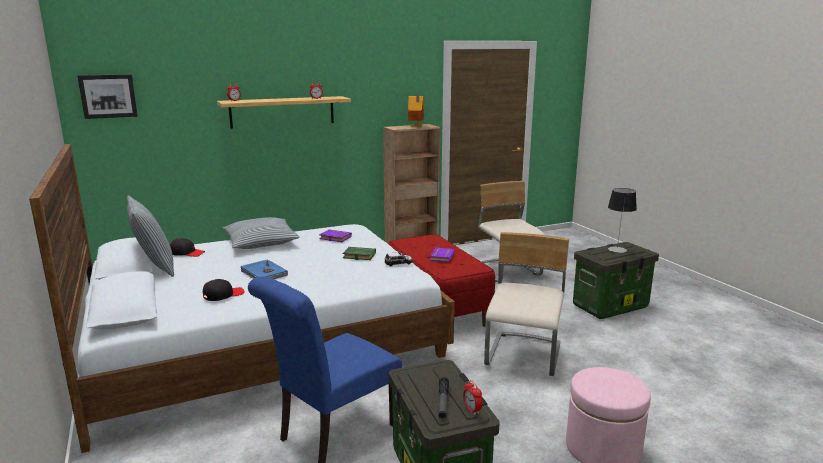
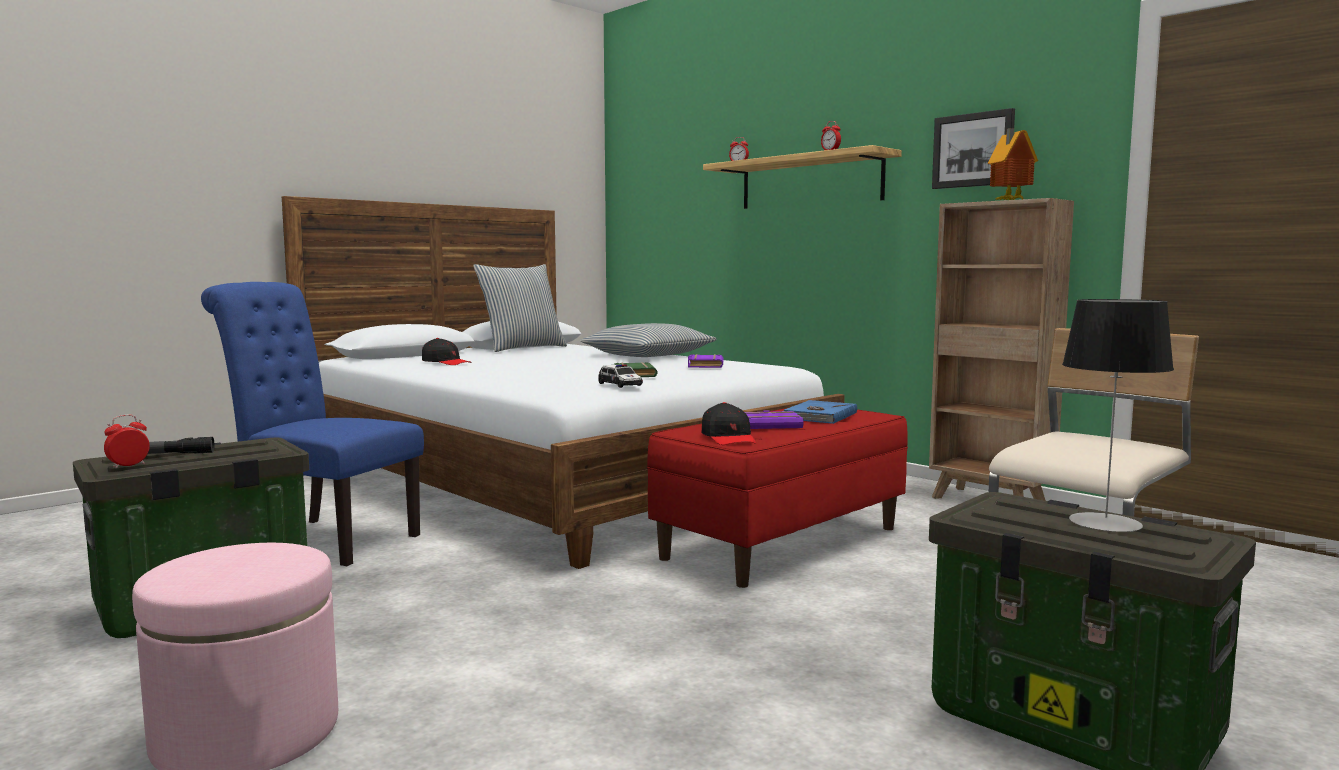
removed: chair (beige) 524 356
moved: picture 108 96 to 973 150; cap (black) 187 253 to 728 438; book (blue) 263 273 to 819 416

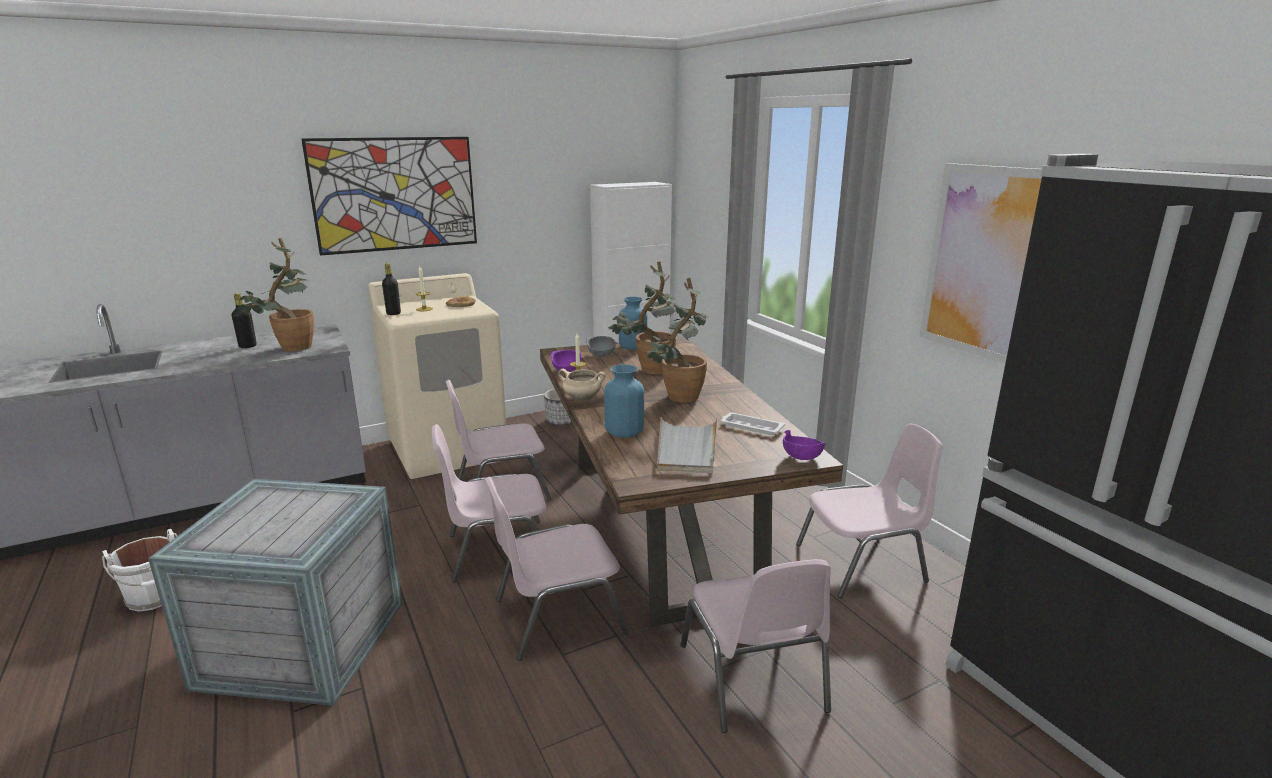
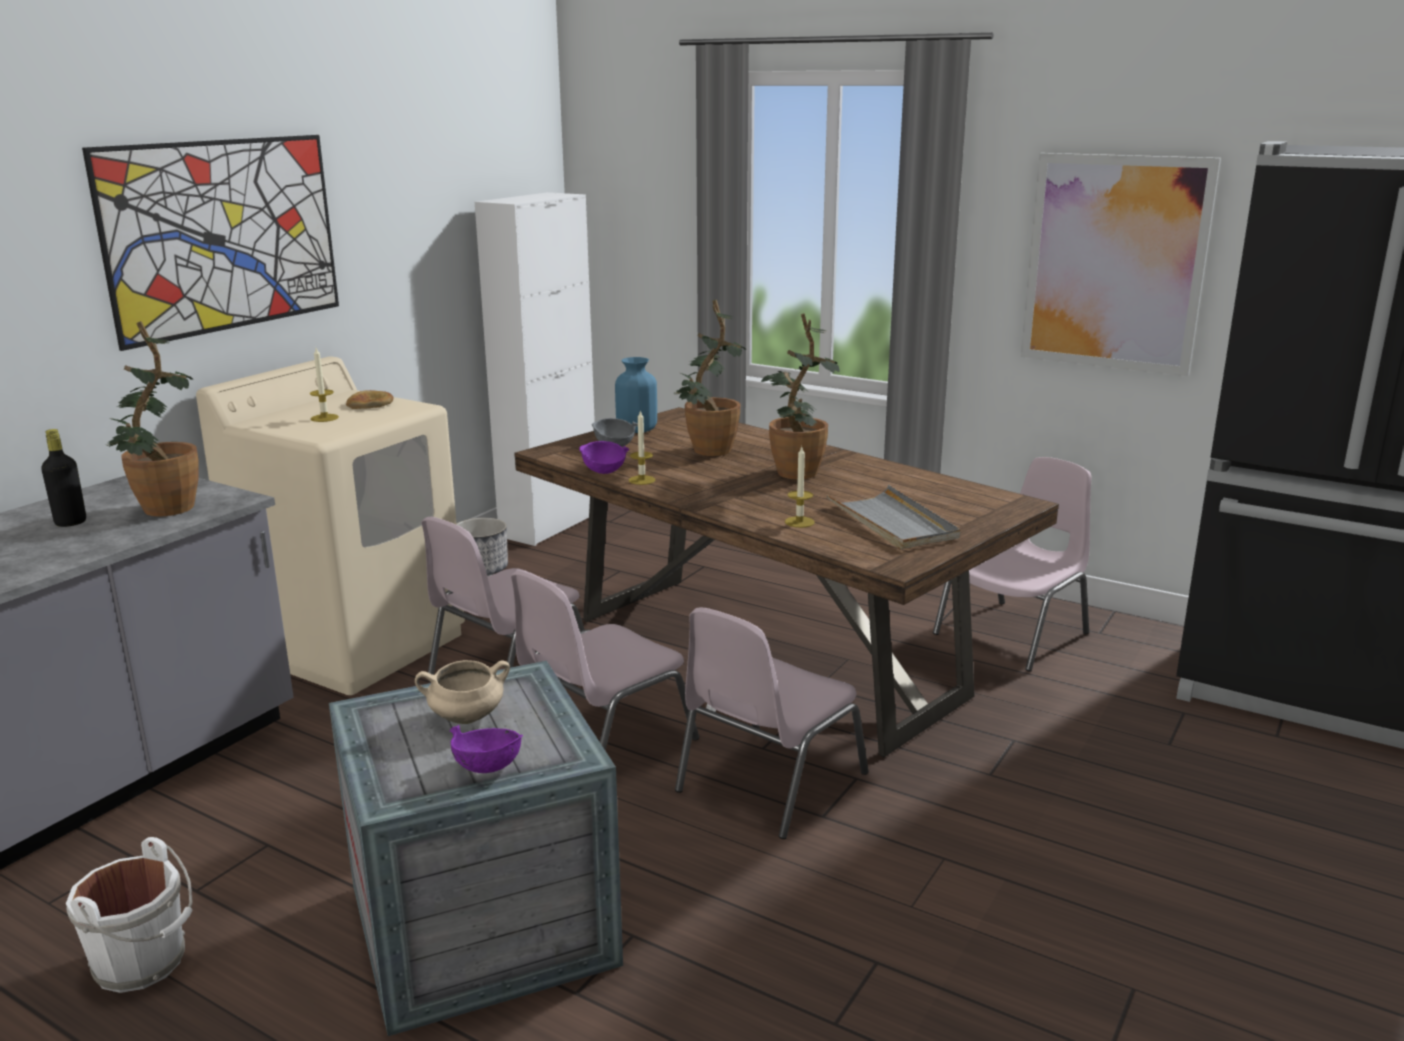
removed: bottle (black) 393 313; tray (white) 750 427; chair (pink) 753 679
moved: cooking pot (beige) 581 399 to 465 718; bowl (purple) 802 458 to 488 767
replaced: vase (blue) 624 432 to candle 799 522

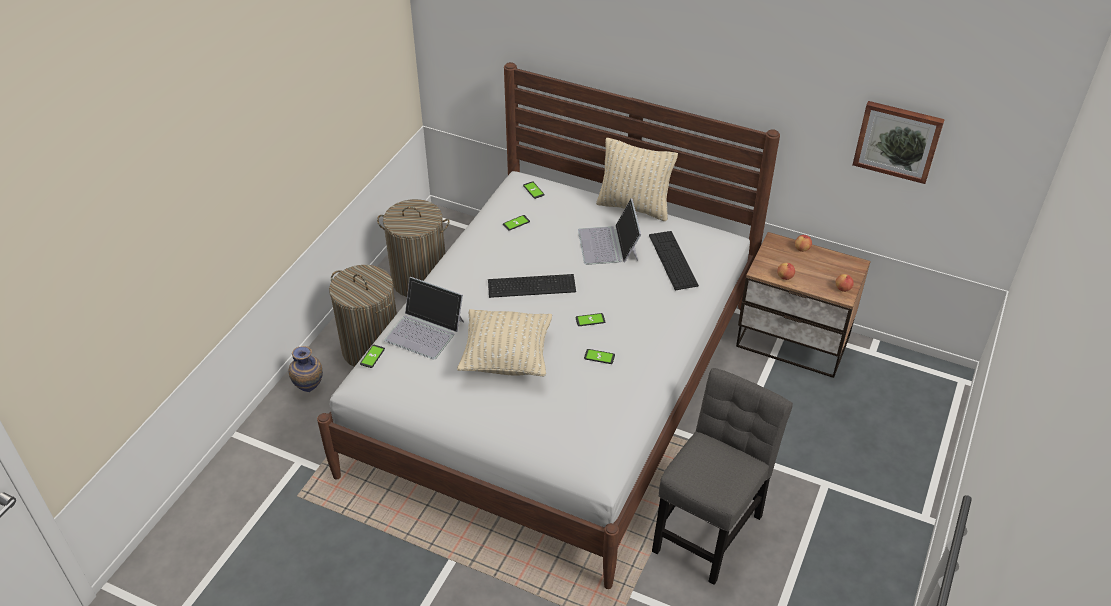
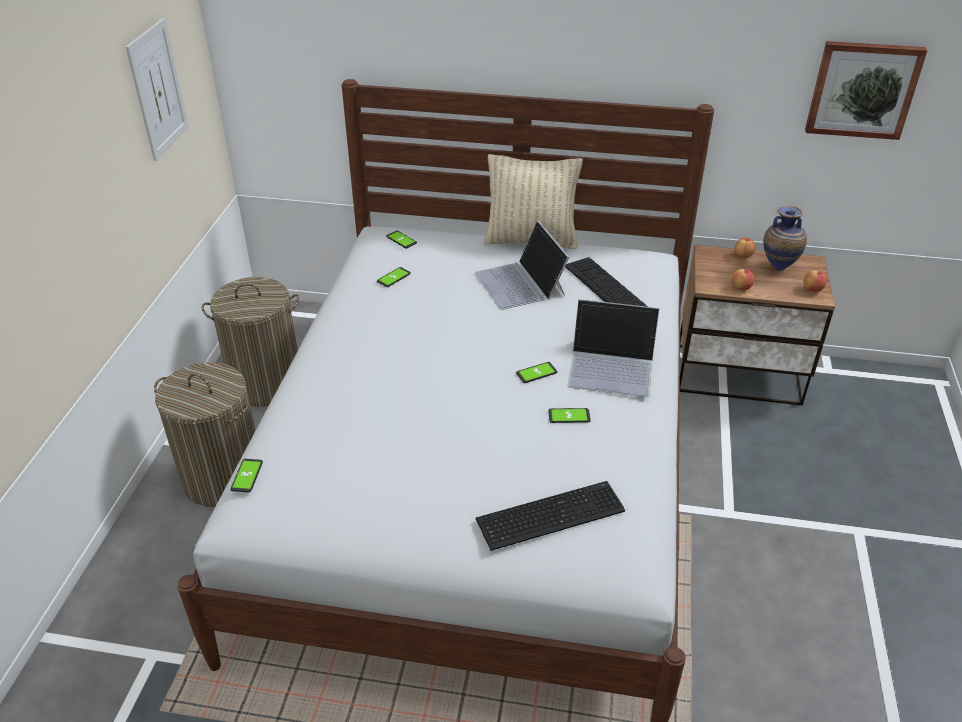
removed: pillow (beige) 506 358; chair (grey) 709 527
added: picture 158 89
moved: keyboard 530 285 to 547 513; laptop 425 330 to 611 366; vase 310 388 to 778 267

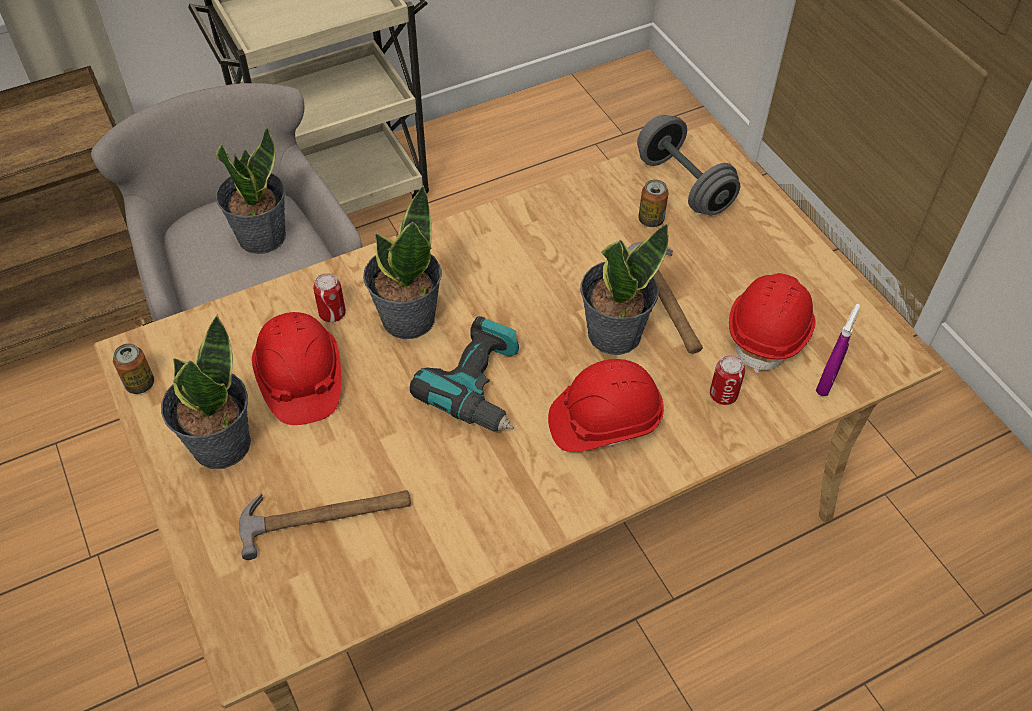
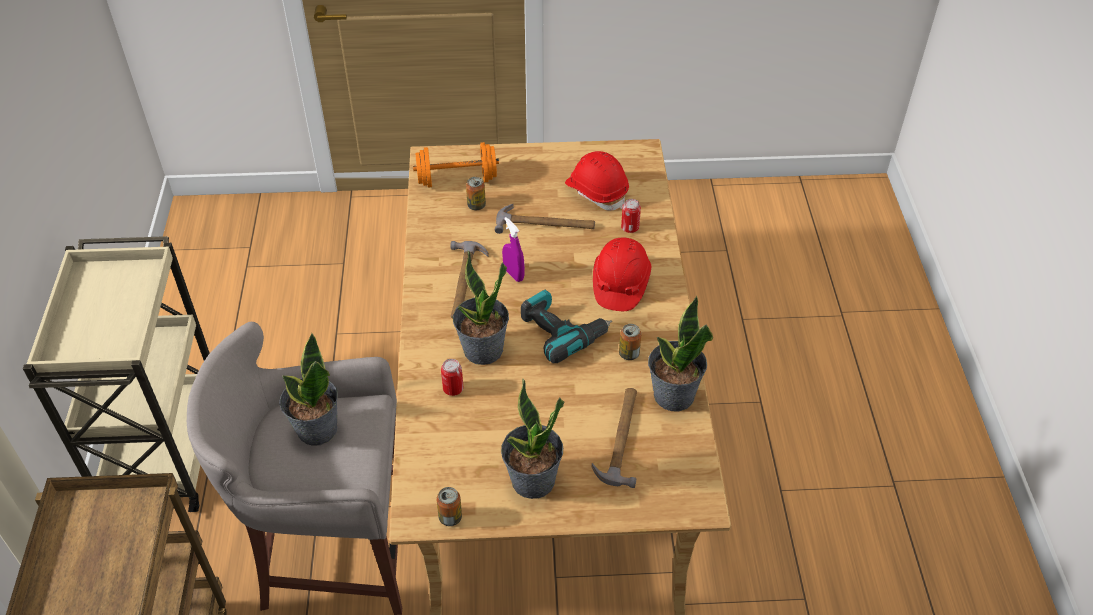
removed: hard hat (red) 300 380
added: hammer 464 282; can 629 354
moved: potted plant 613 333 to 673 395; spray bottle (purple) 826 382 to 513 274
recoloured: dumbbell (grey) 683 185 to dumbbell (orange) 457 180

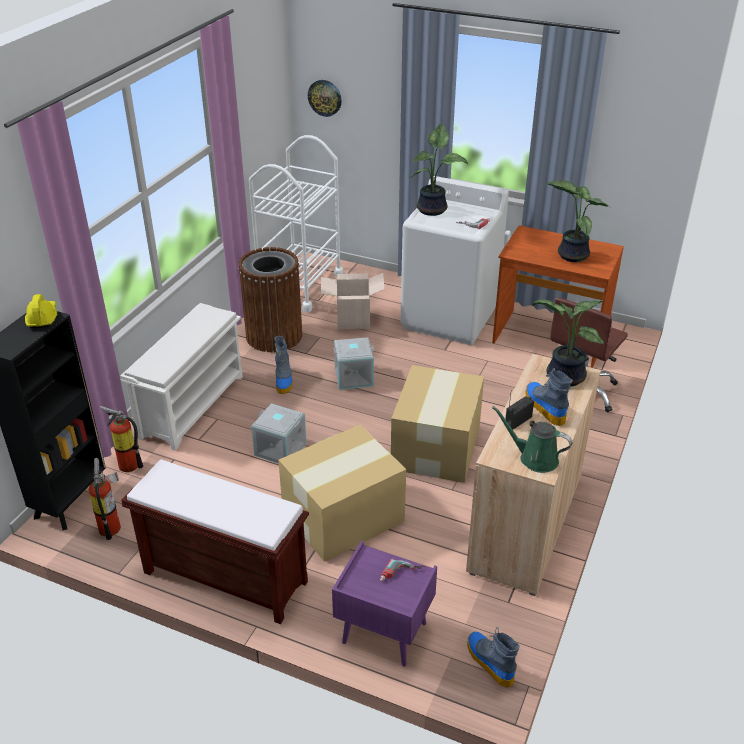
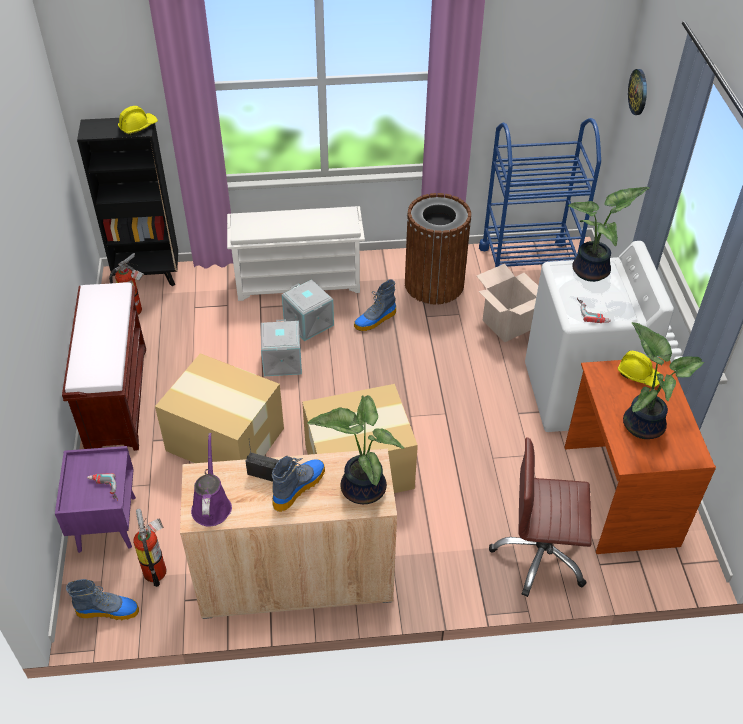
added: hard hat (yellow) 639 375
moved: storage box (grey) 354 376 to 309 322; fire extinguisher 127 463 to 156 569
recoloured: cart (white) 300 286 to cart (blue) 527 264; watering can (green) 534 458 to watering can (purple) 211 505
turned: boot 489 662 = 108 610 60 degrees clockwise

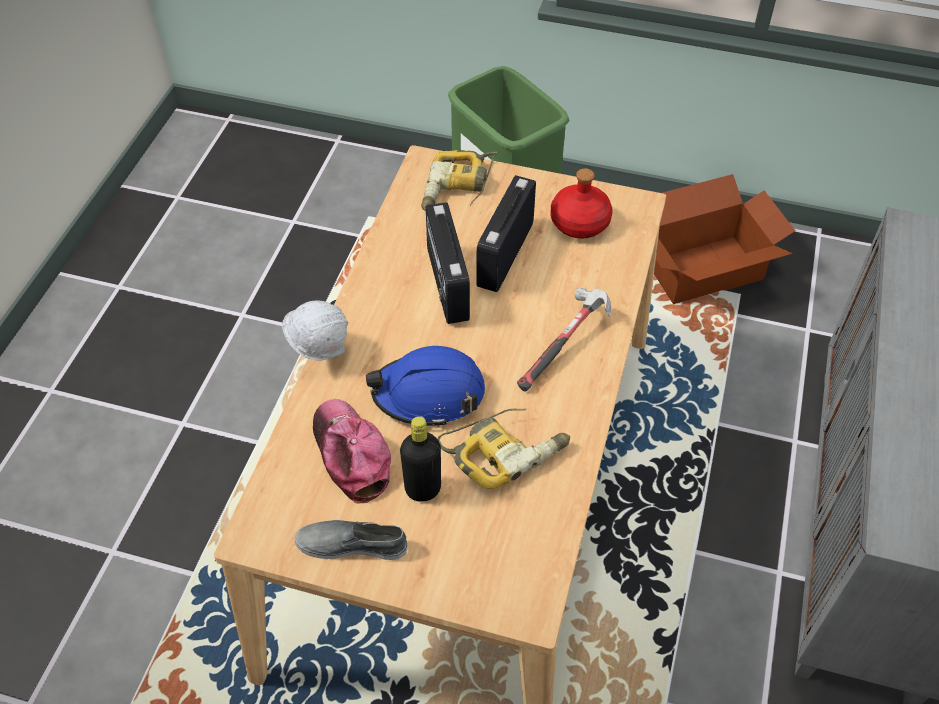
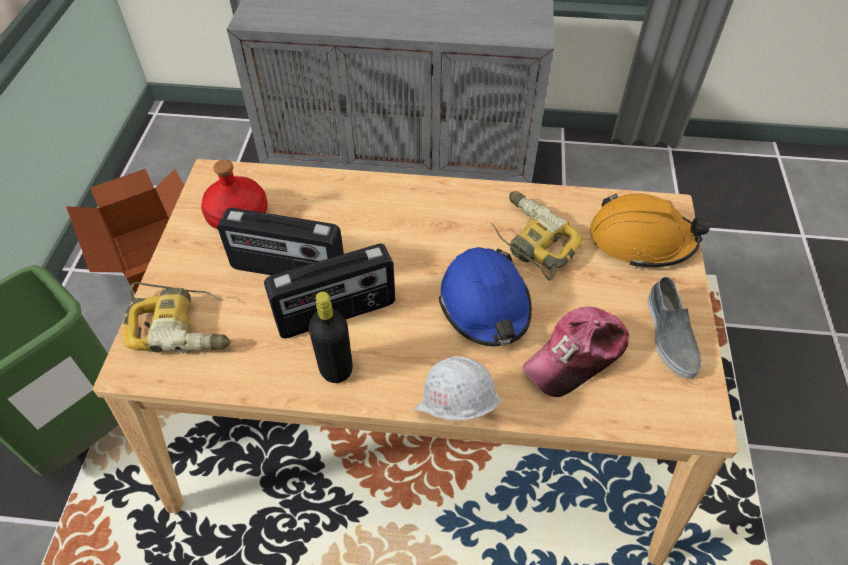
removed: hammer 564 346
added: hard hat (orange) 641 240
moved: bottle (black) 423 489 to 336 369

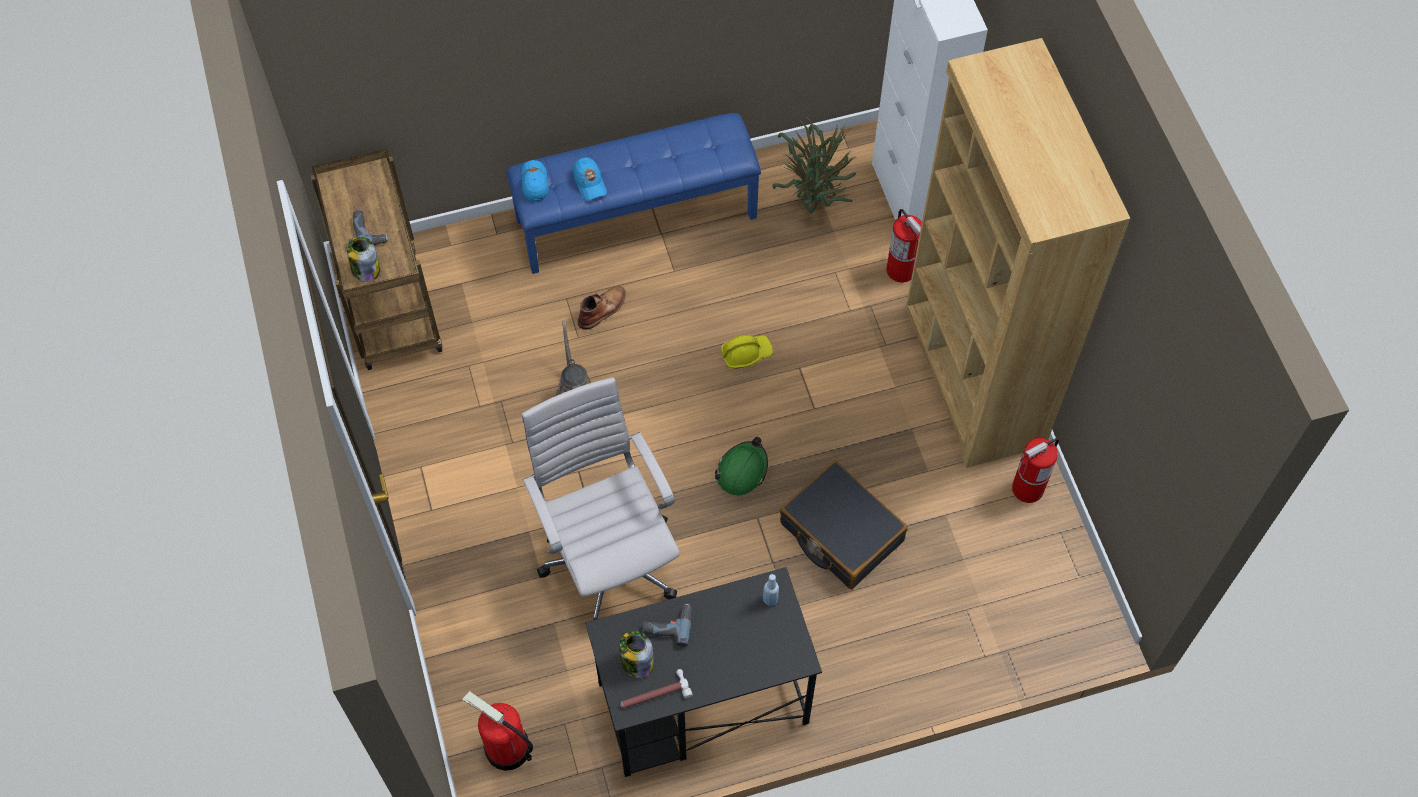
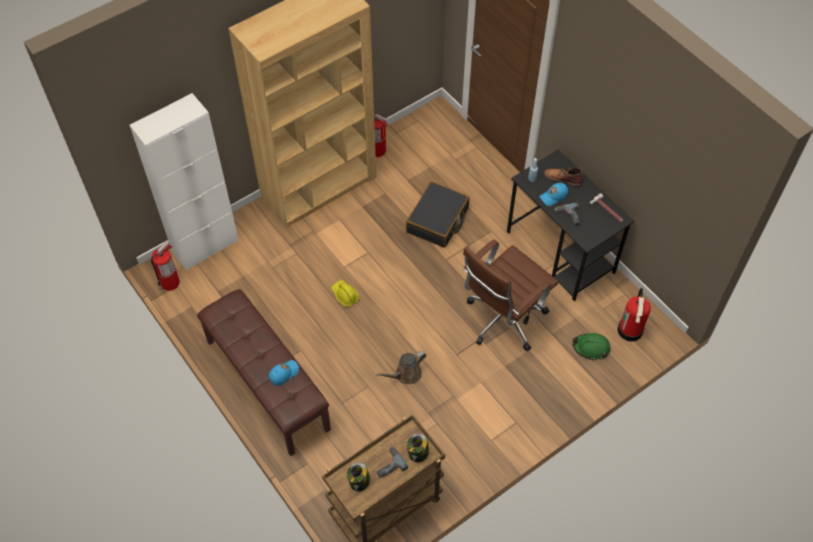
removed: potted plant 815 201
moved: cap (blue) 535 183 to 553 196; fire extinguisher 901 270 to 170 282; boot (brown) 602 309 to 563 178; hard hat (green) 742 470 to 591 348; jar 636 662 to 359 482
recoloured: bench (blue) 636 217 to bench (brown) 266 385; office chair (white) 608 558 to office chair (brown) 502 320

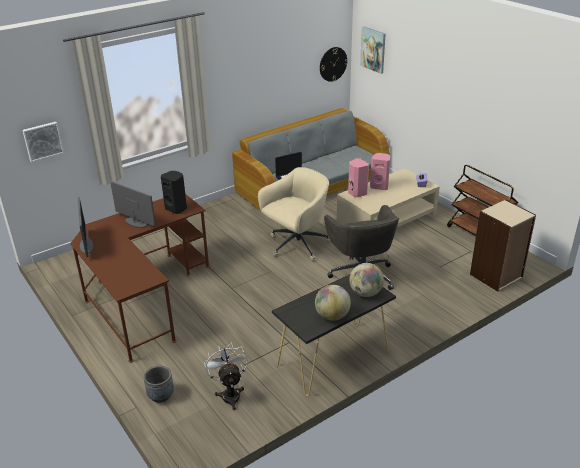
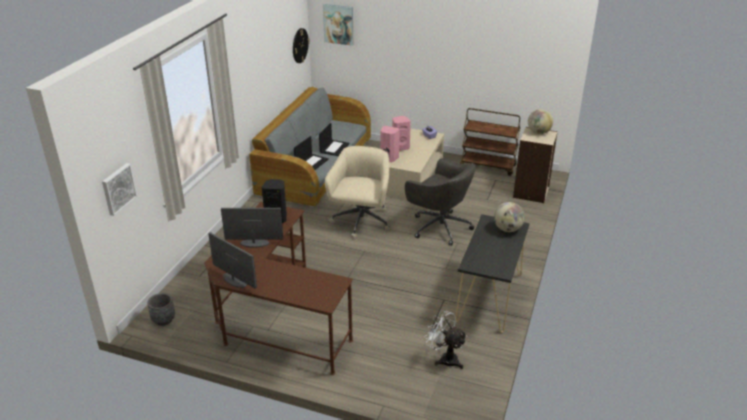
added: laptop 334 148
moved: globe 332 316 to 538 132; planter (grey) 160 395 to 163 320

